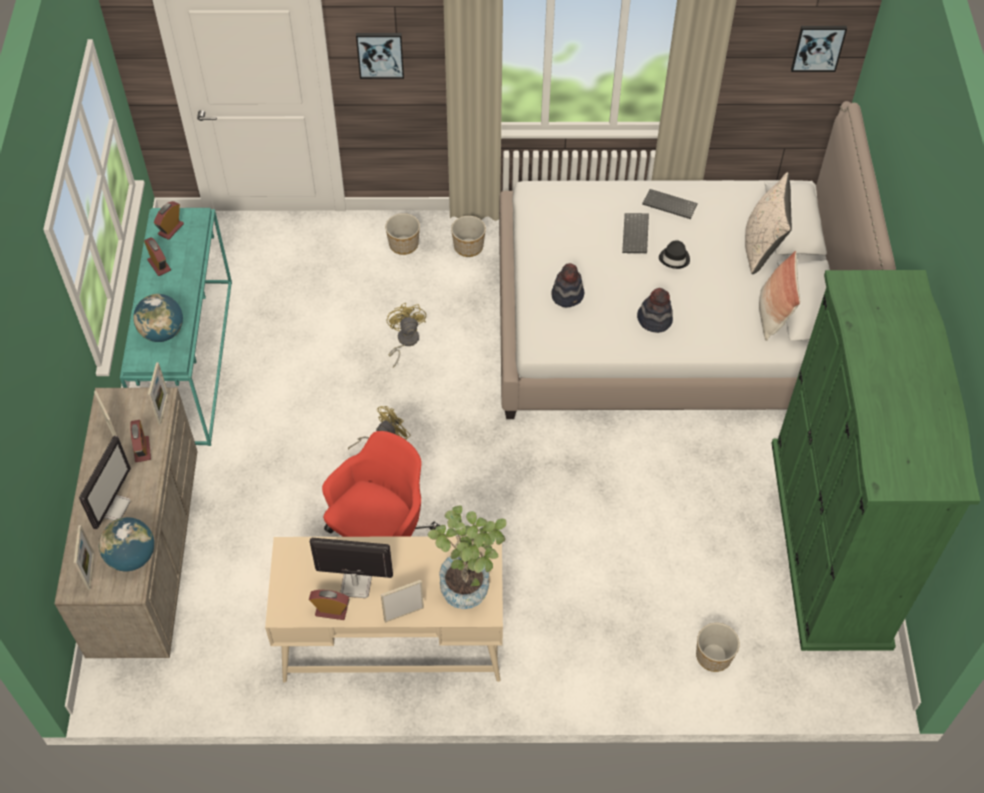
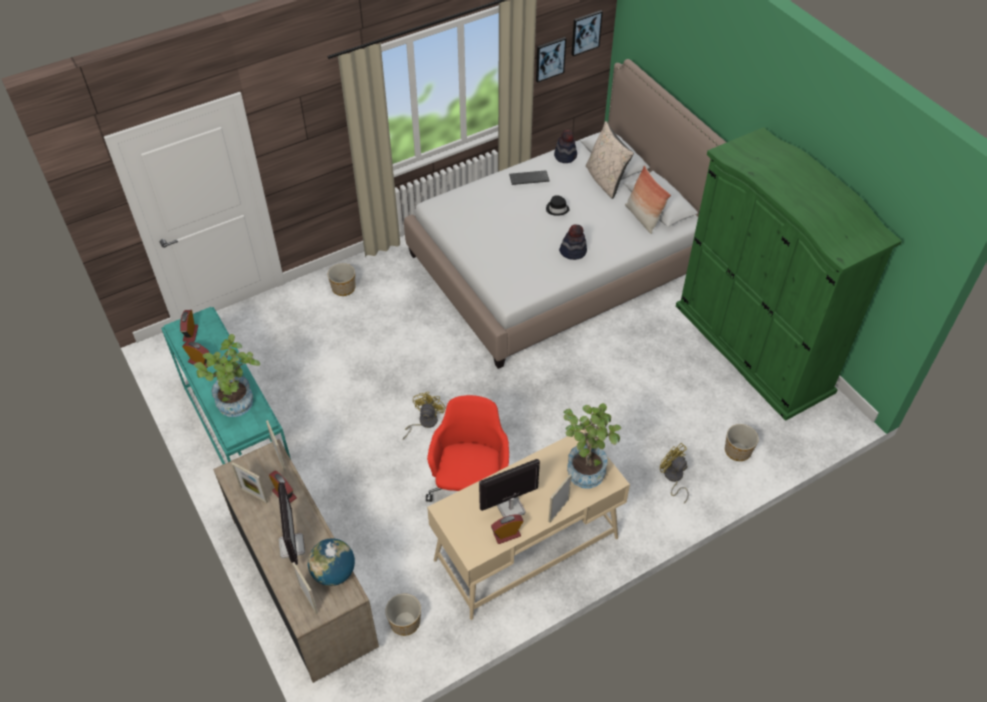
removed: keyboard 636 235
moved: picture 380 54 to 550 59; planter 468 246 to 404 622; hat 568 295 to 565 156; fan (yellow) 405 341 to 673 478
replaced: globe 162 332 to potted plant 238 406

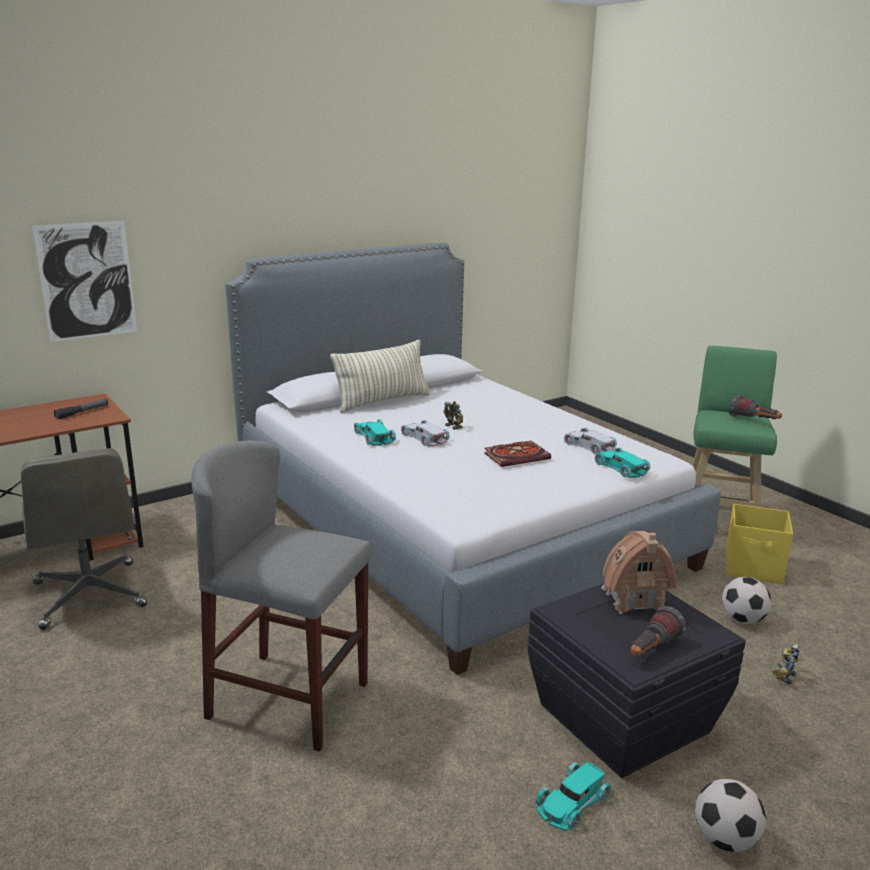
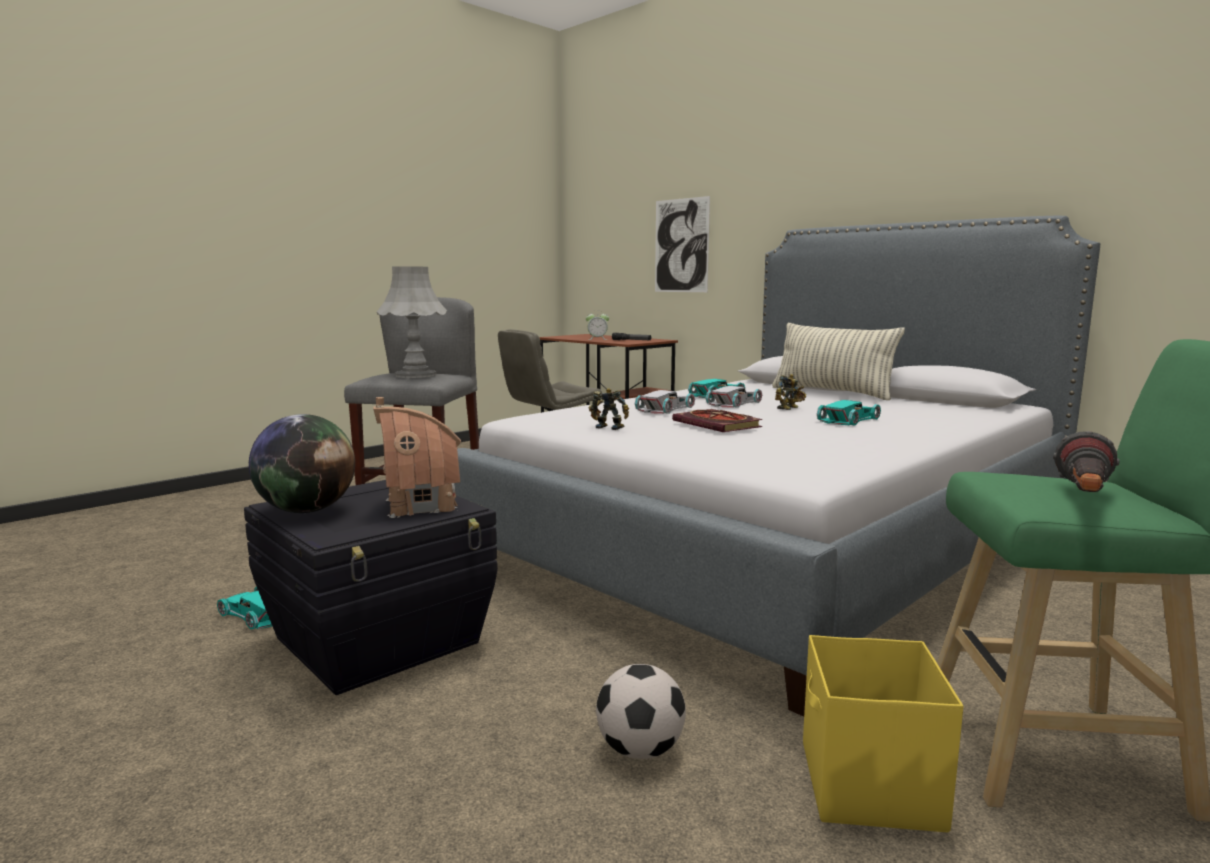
removed: football 725 839
added: table lamp (grey) 415 375; alarm clock 597 339
moved: toy car (white) 589 445 to 666 408; toy car (turquoise) 621 467 to 849 420; toy robot 783 676 to 610 427
replaced: flashlight 651 650 to globe 307 510

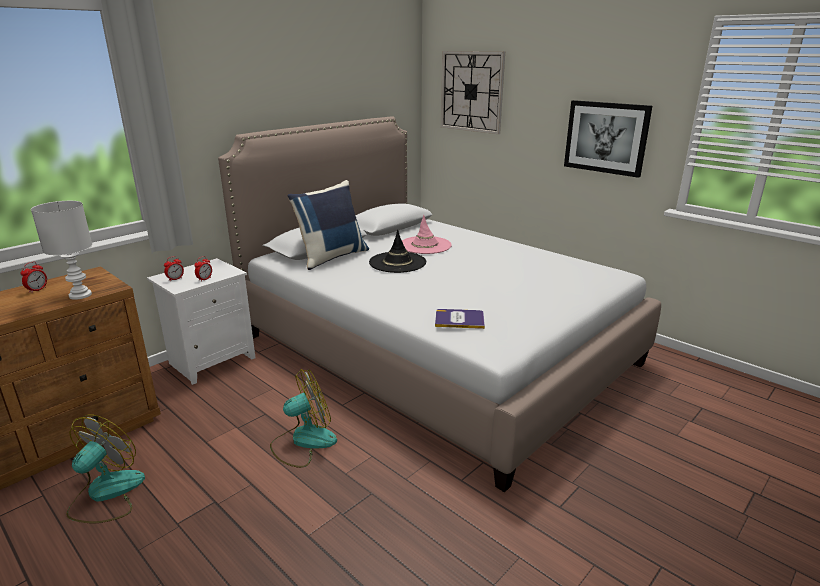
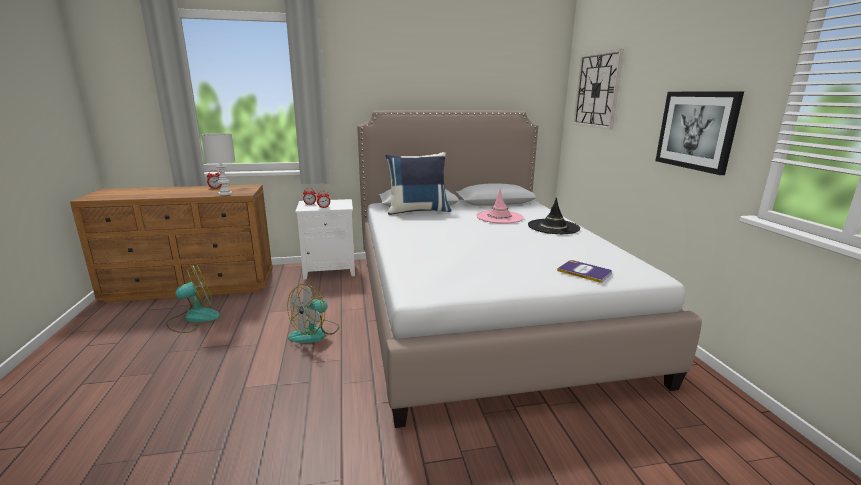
moved: hat (black) 397 262 to 553 227; book 459 319 to 584 272
turned: fan 303 441 = 315 333 120 degrees clockwise

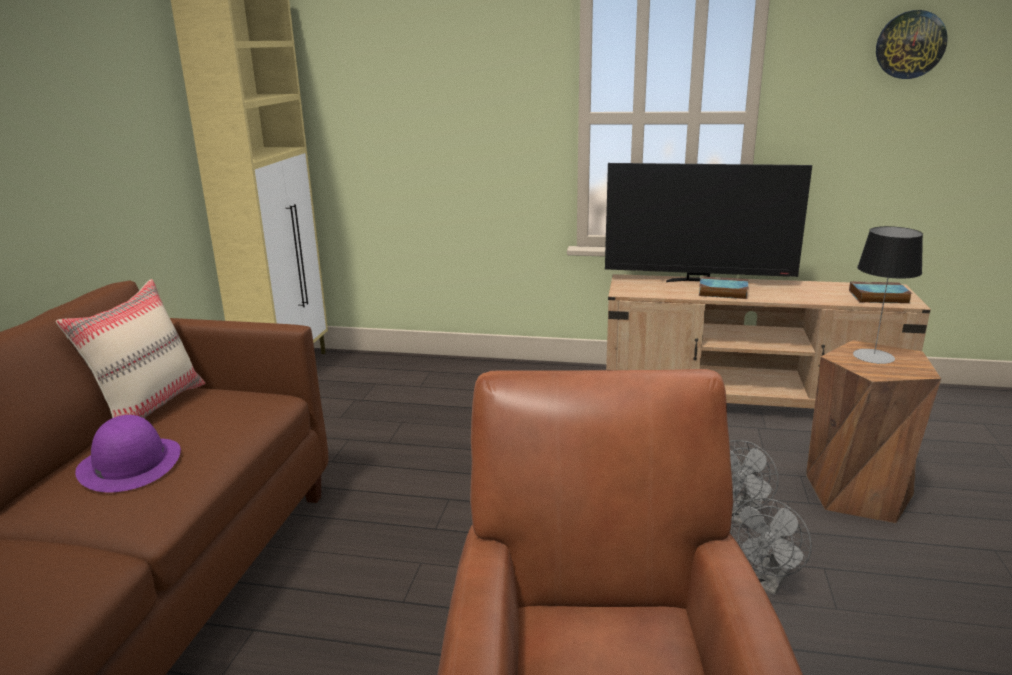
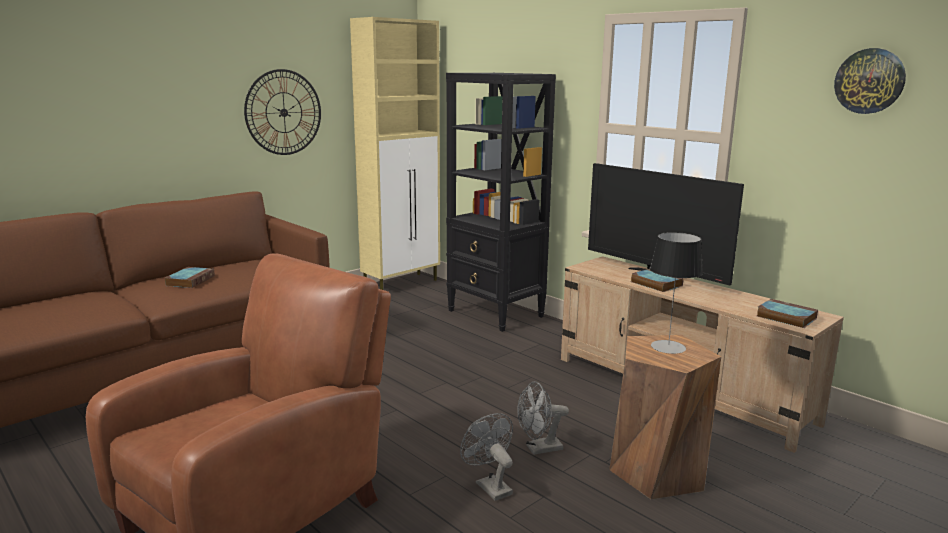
removed: pillow (beige) 150 407
added: wall clock 284 112; bookcase (black) 496 314
replaced: hat (purple) 130 464 to book 190 280
turned: fan (grey) 767 583 = 489 486 75 degrees clockwise

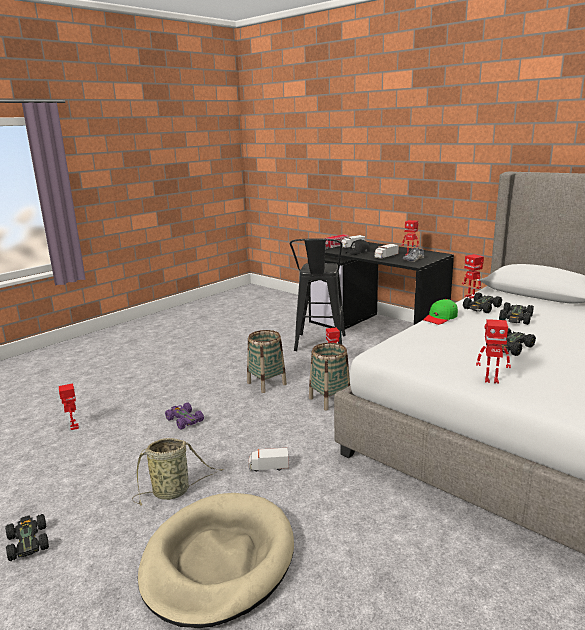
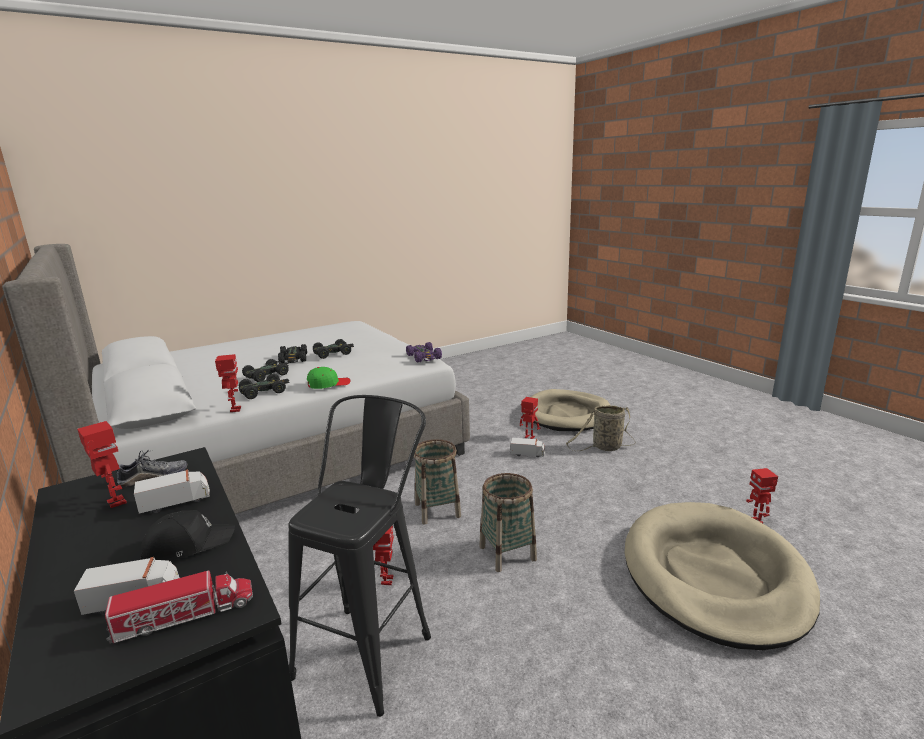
added: dog bed (beige) 714 576
moved: toy robot 491 380 to 529 437; toy car (purple) 184 420 to 424 357; toy car (black) 28 542 to 293 359

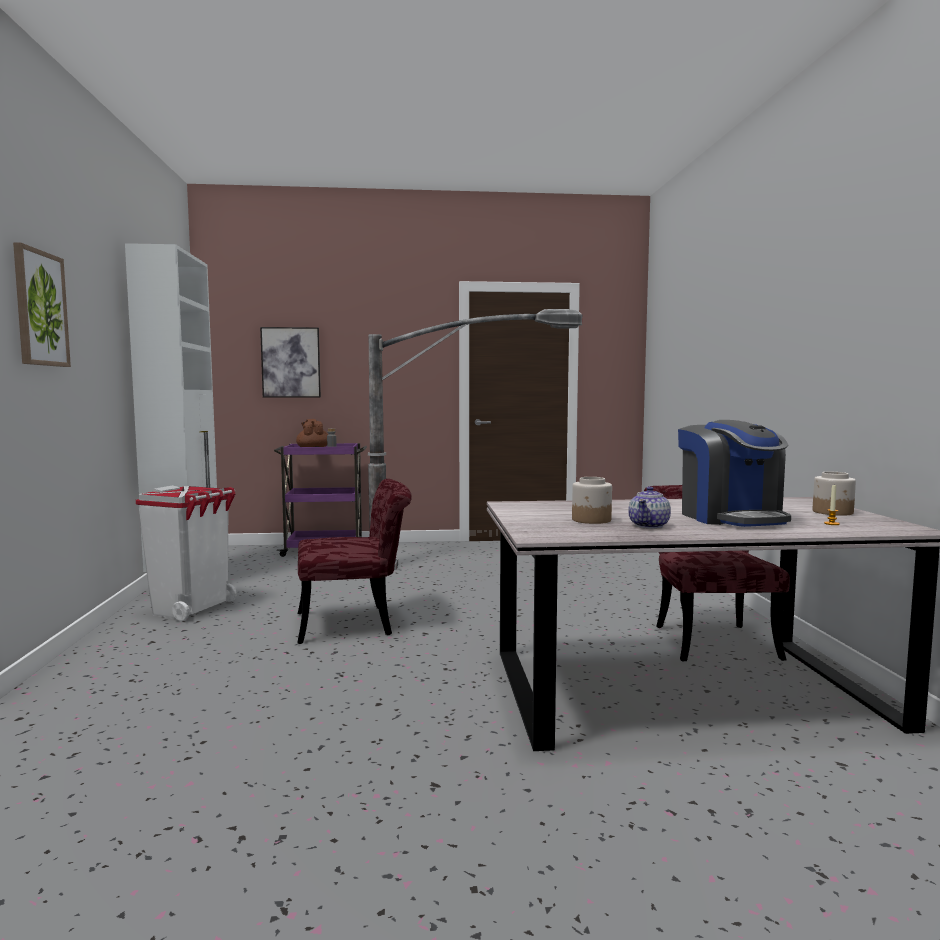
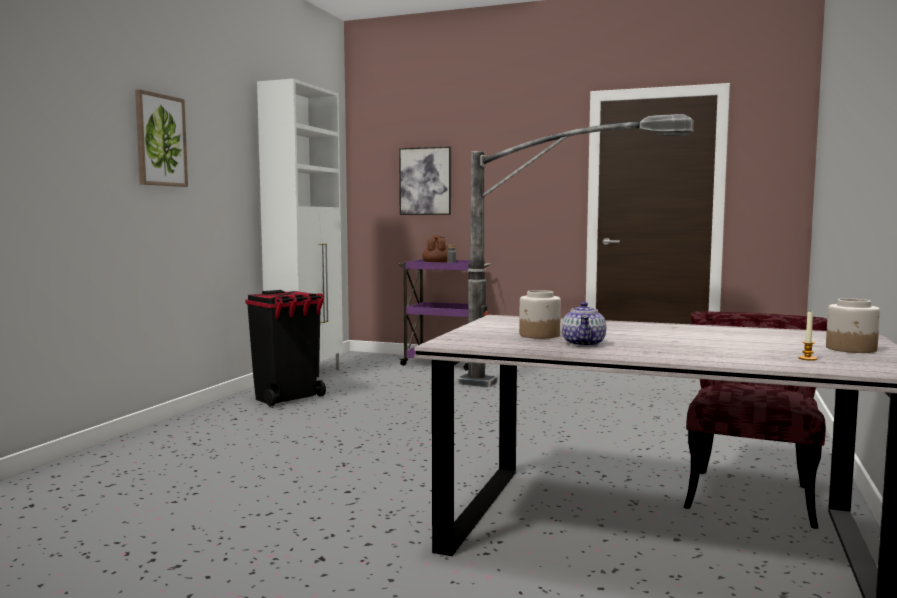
removed: coffee machine 731 518; chair (red) 356 623
recoloured: trash can (white) 192 609 to trash can (black) 288 398
turned: teapot 649 525 = 584 344 45 degrees counterclockwise

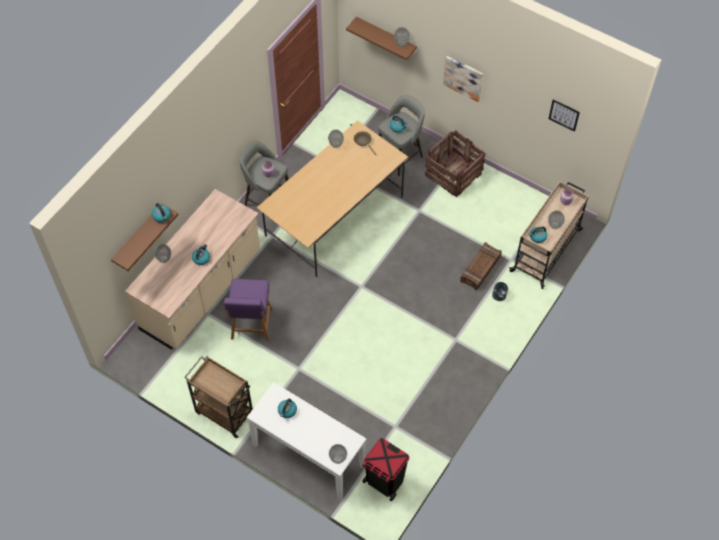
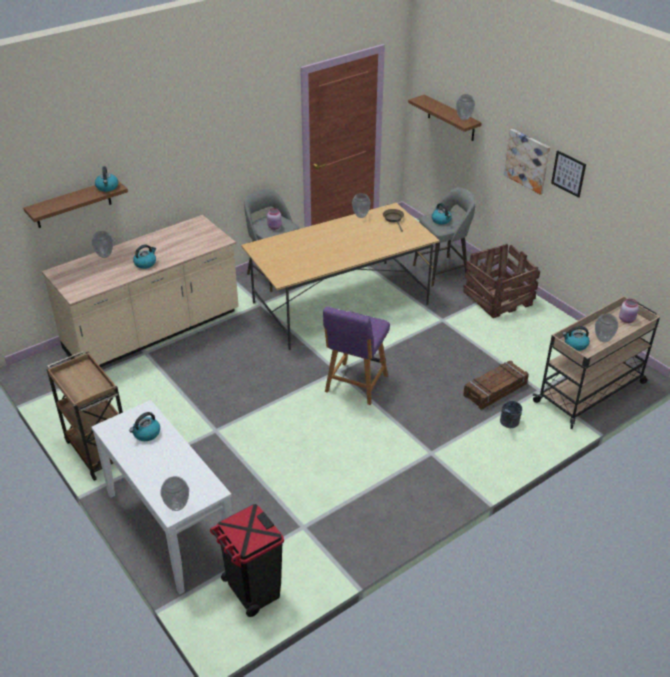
moved: picture 564 115 to 568 173; chair (purple) 251 325 to 355 385

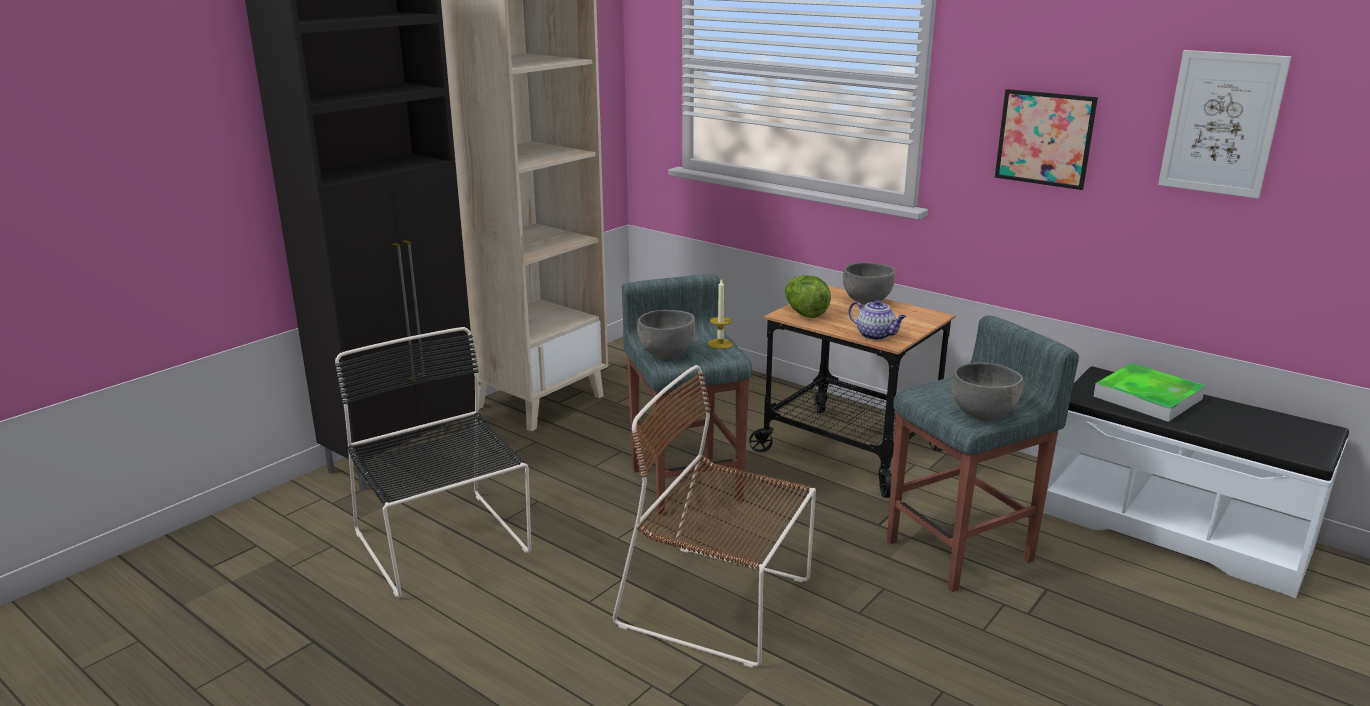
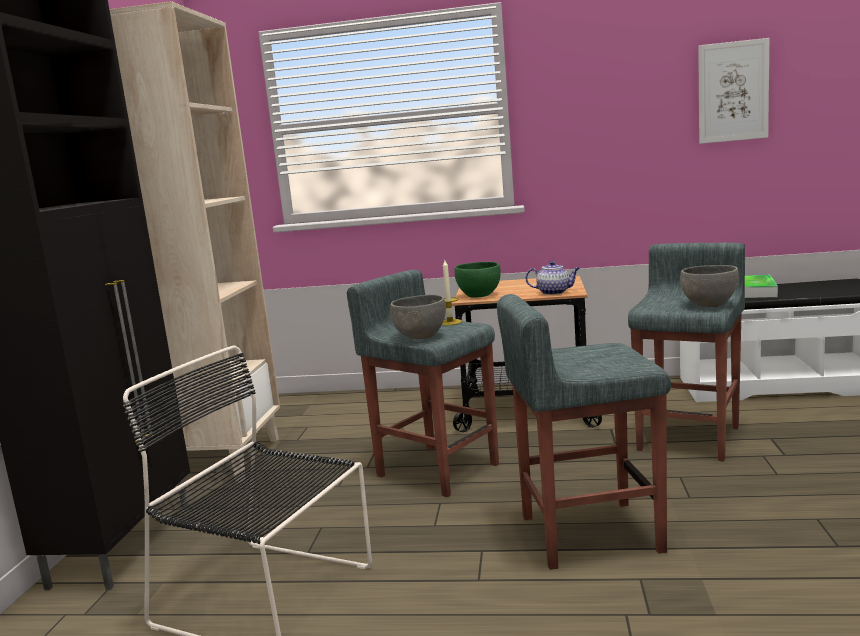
removed: picture 1044 138; bowl (grey) 867 301
replaced: lettuce 804 313 to bowl (green) 479 295; chair (brown) 720 604 to stool (grey) 587 534

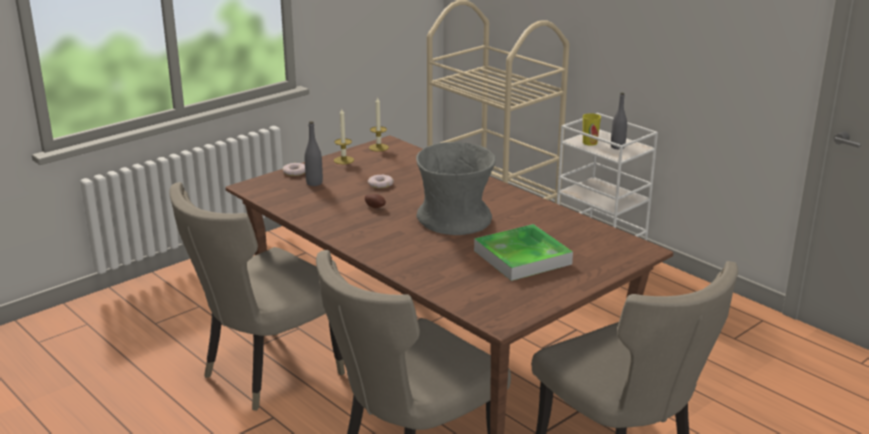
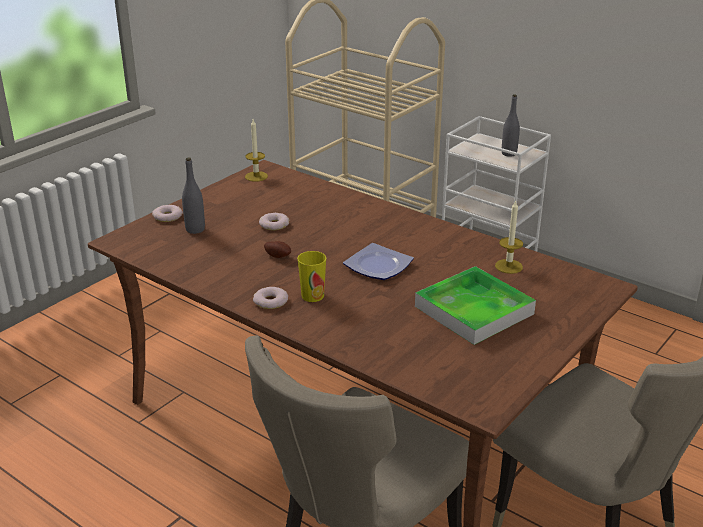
removed: chair (beige) 266 374
added: donut 270 301
moved: candle 343 160 to 508 266; cup 590 142 to 312 296
replaced: vase (grey) 454 220 to plate 376 266

